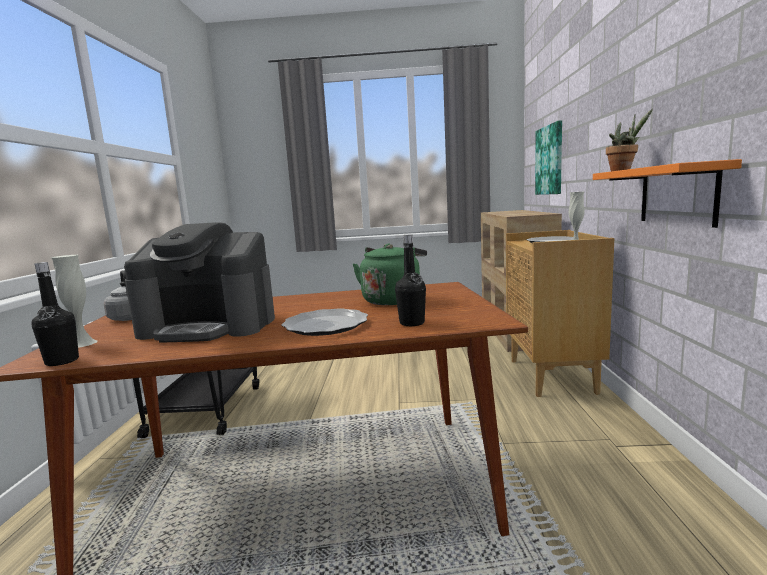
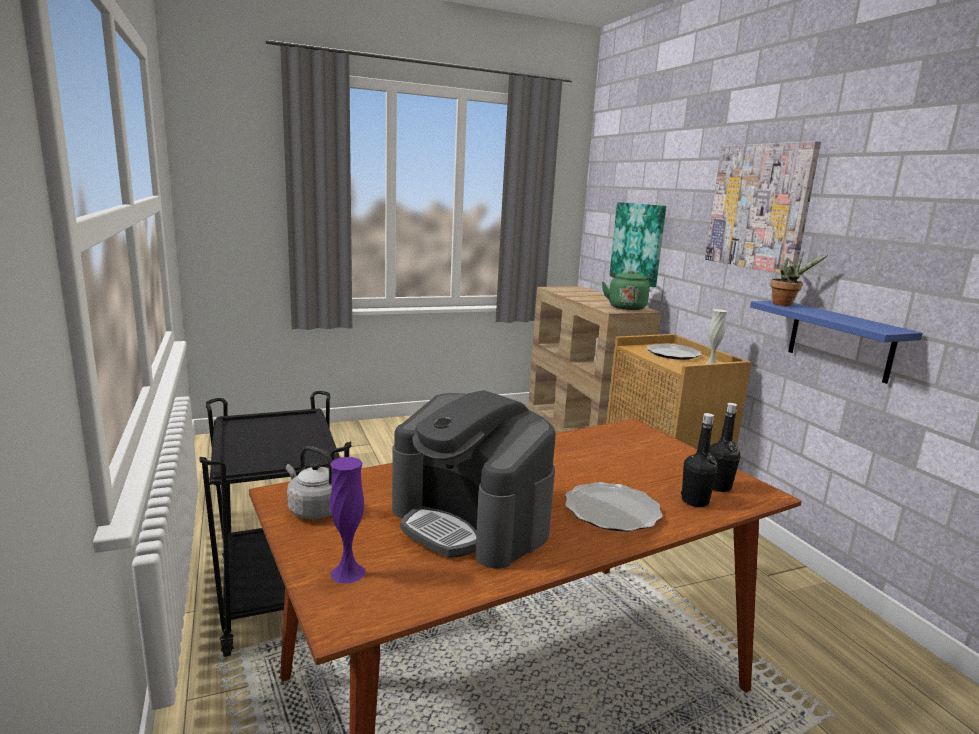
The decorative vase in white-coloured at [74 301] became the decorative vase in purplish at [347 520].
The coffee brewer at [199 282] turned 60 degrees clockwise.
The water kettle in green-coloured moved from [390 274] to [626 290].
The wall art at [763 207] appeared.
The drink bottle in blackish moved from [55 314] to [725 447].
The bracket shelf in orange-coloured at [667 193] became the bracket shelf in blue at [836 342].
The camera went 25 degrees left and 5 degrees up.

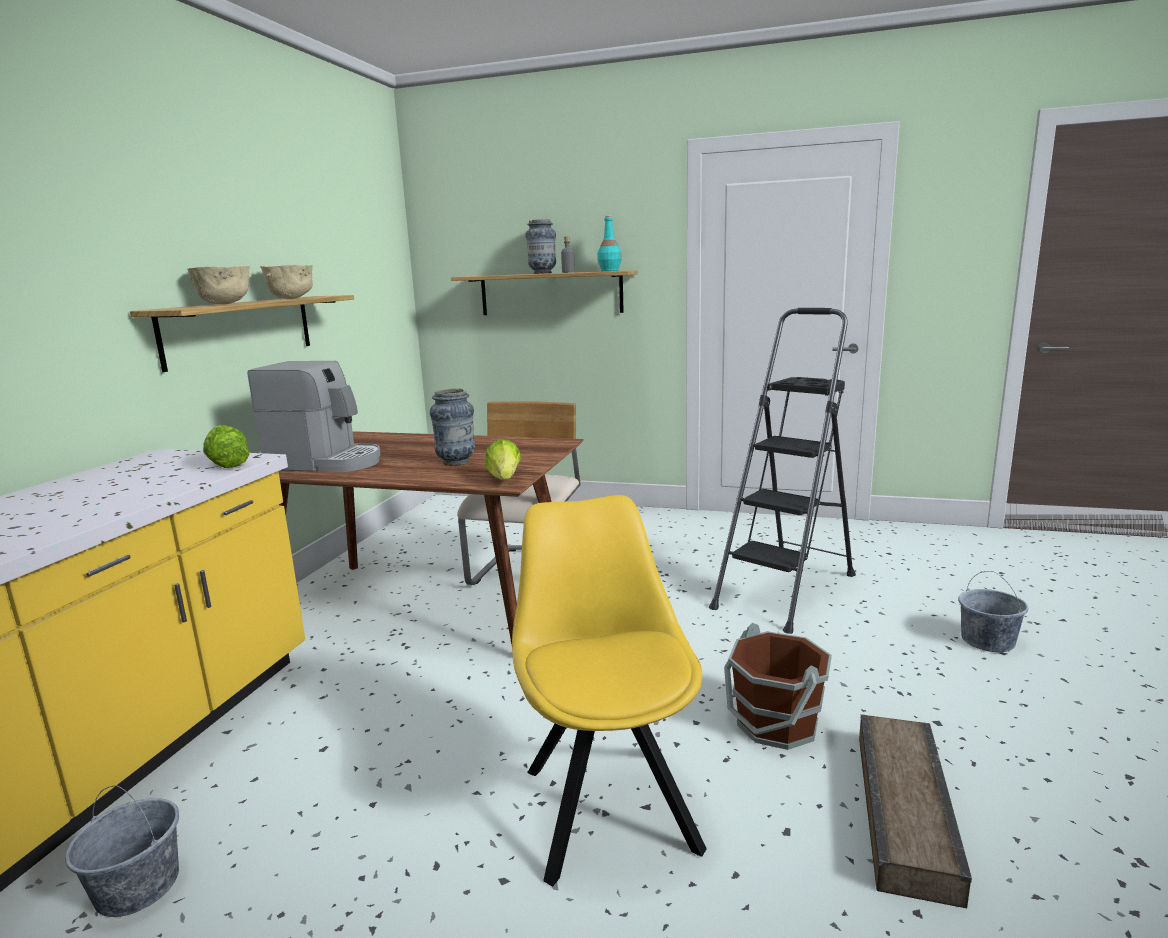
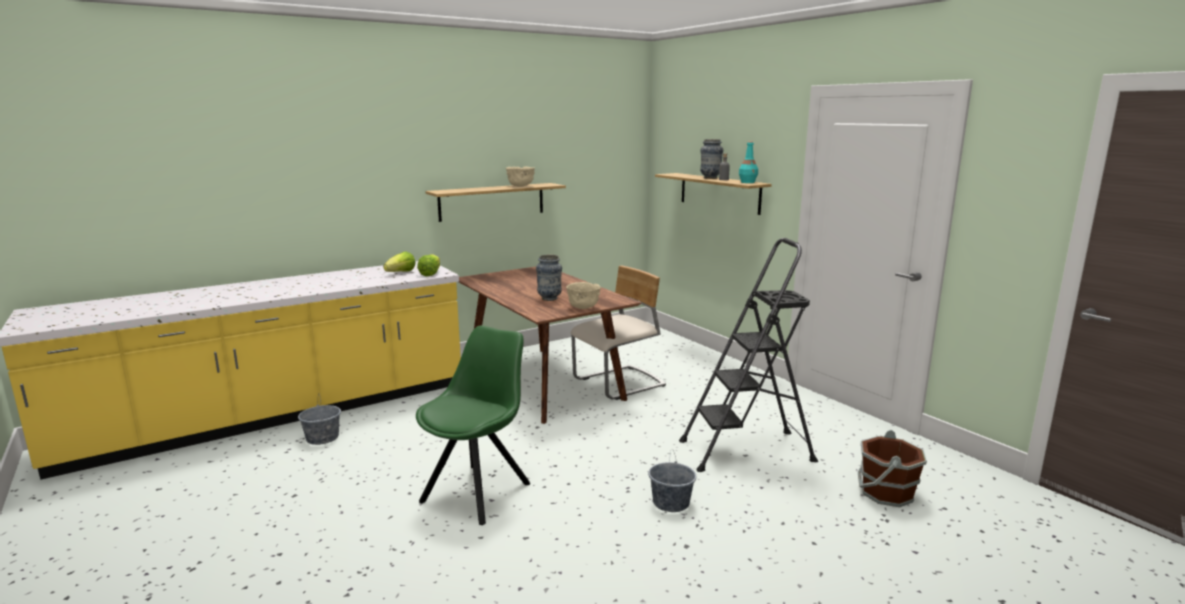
The lettuce moved from [503 459] to [399 261].
The plain chair in yellow-coloured at [609 690] became the plain chair in green-coloured at [473 425].
The serving bowl in beige-coloured moved from [219 285] to [583 295].
The water bucket in greyish moved from [993 611] to [672 480].
The water bucket in brown-coloured moved from [778 686] to [892 468].
The coffee brewer at [314 416] disappeared.
The packing crate at [915 811] disappeared.
The camera went 40 degrees right and 0 degrees up.

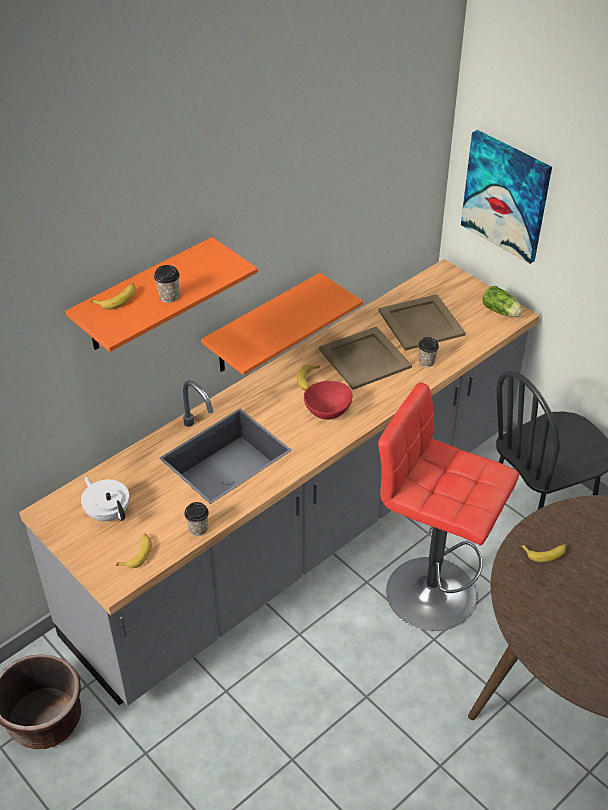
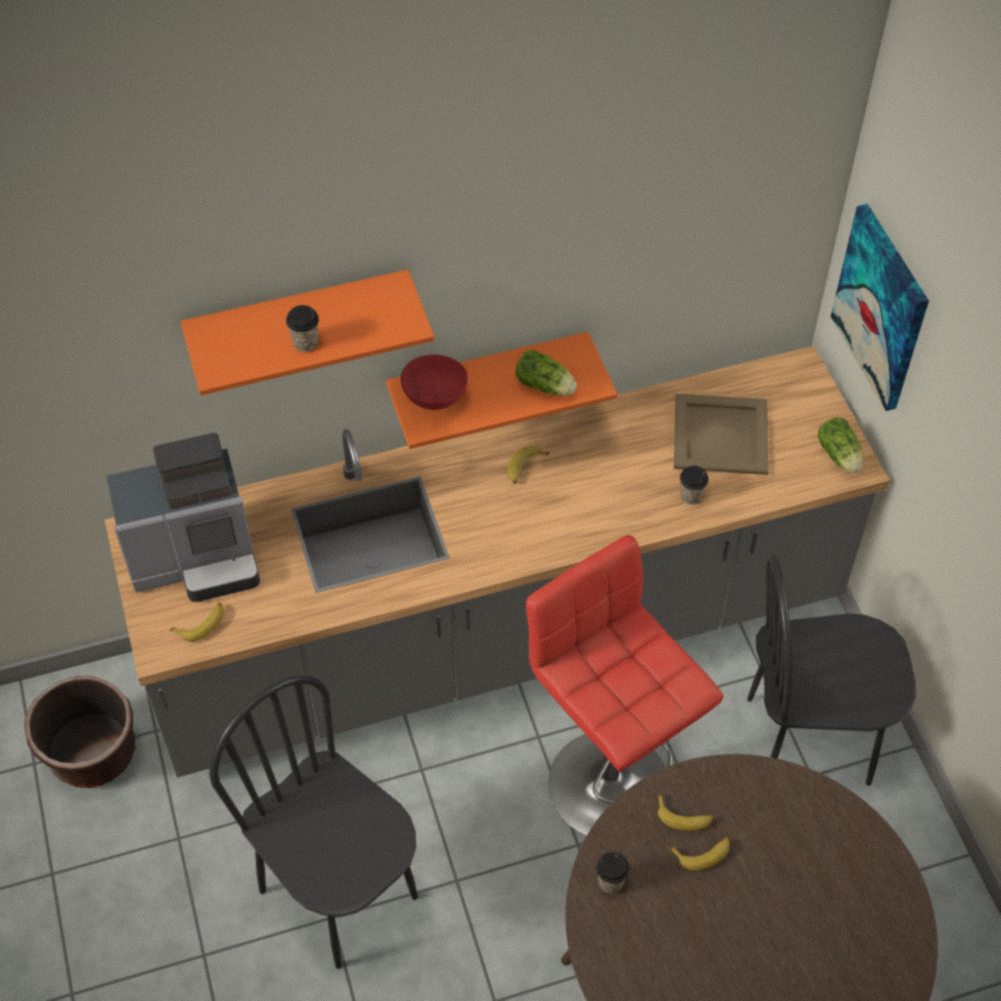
The teapot in white-coloured at [105 498] was replaced by the coffee brewer at [183 517].
The plain chair in blackish at [313 822] appeared.
The serving bowl in reddish moved from [328 400] to [434 382].
The lettuce at [546 373] appeared.
The drinking cup moved from [196 519] to [612 873].
The banana moved from [113 296] to [699 853].
The serving tray in beige-coloured at [365 358] disappeared.
The camera went 25 degrees right and 10 degrees up.

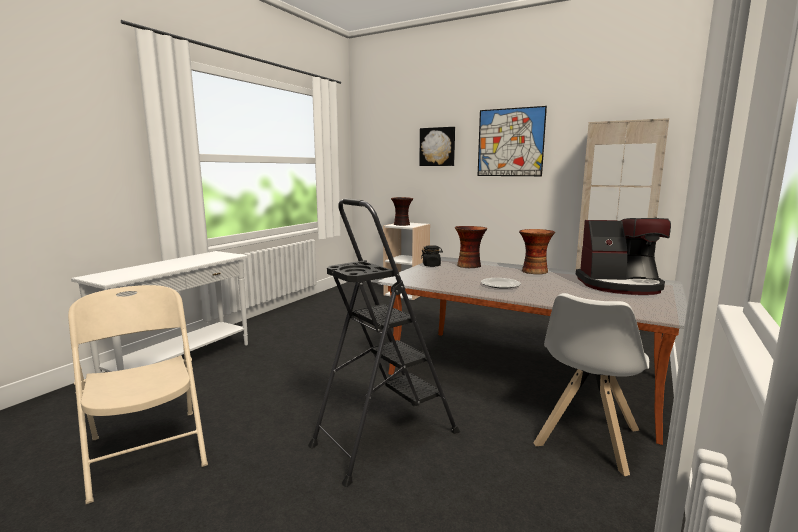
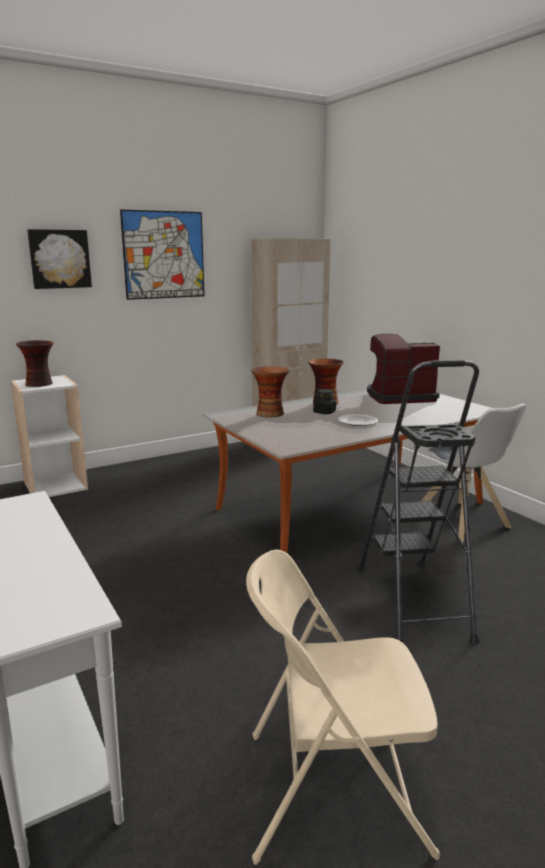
The storage jar in blackish moved from [432 256] to [324 401].
The coffee brewer at [623 256] turned 135 degrees counterclockwise.
The camera went 60 degrees left and 5 degrees up.

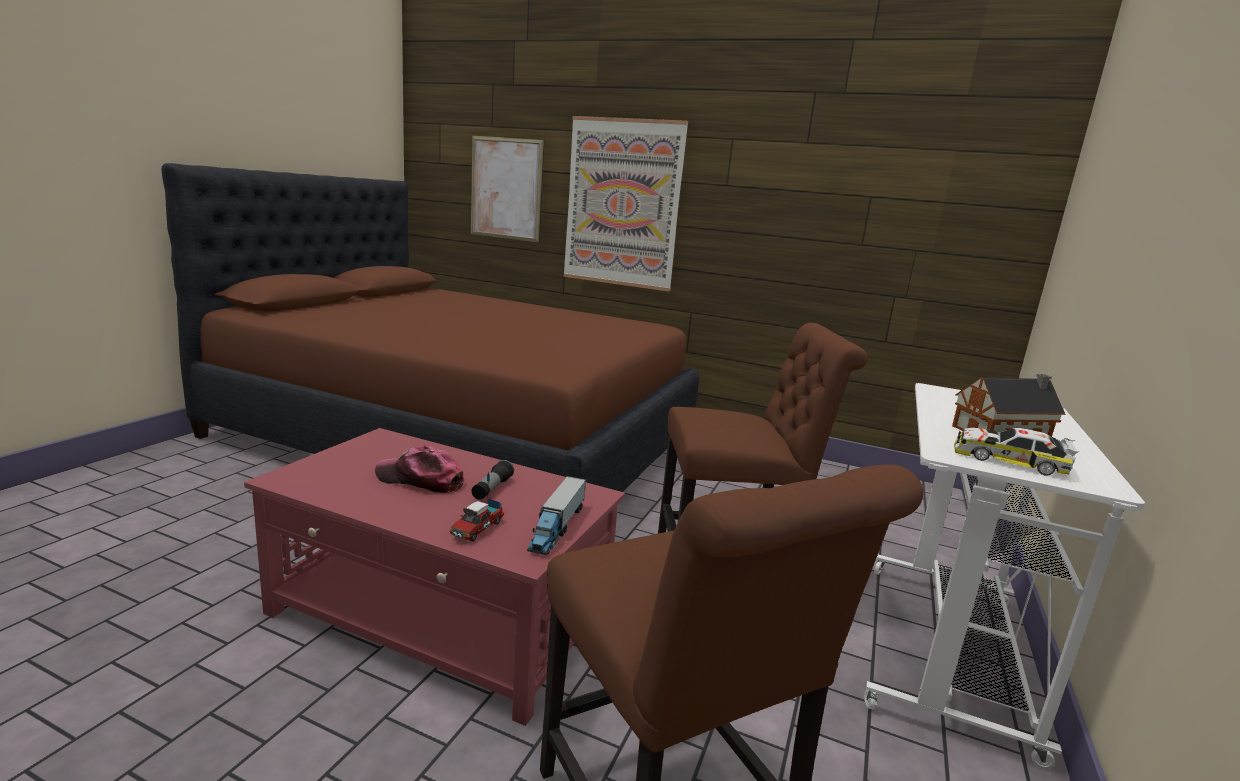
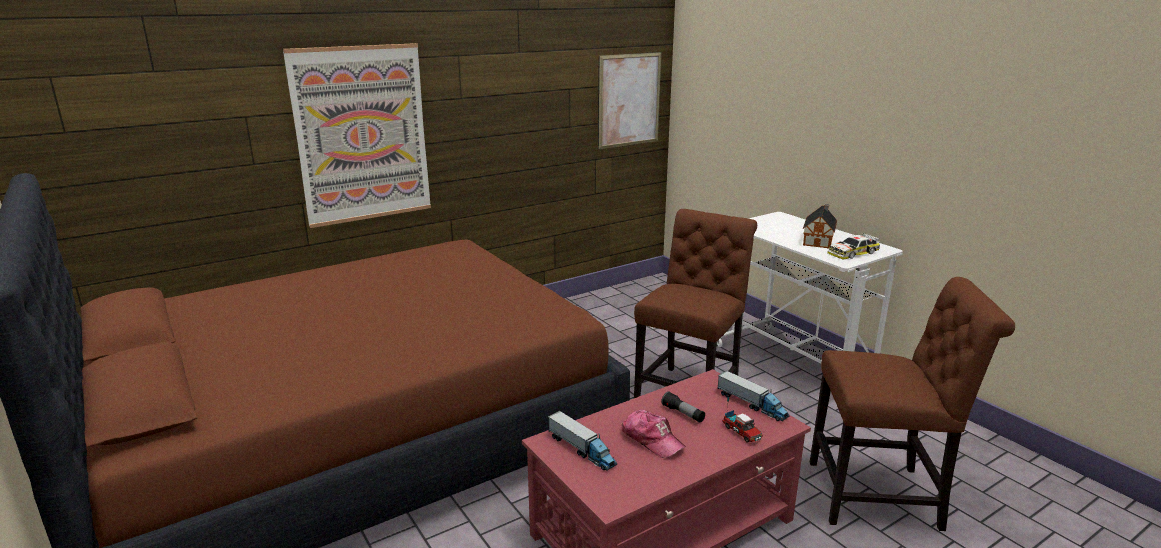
The model truck at [582 441] appeared.
The wall art moved from [507 189] to [629 100].
The cap at [419 469] turned 90 degrees counterclockwise.
The camera went 55 degrees left and 5 degrees up.

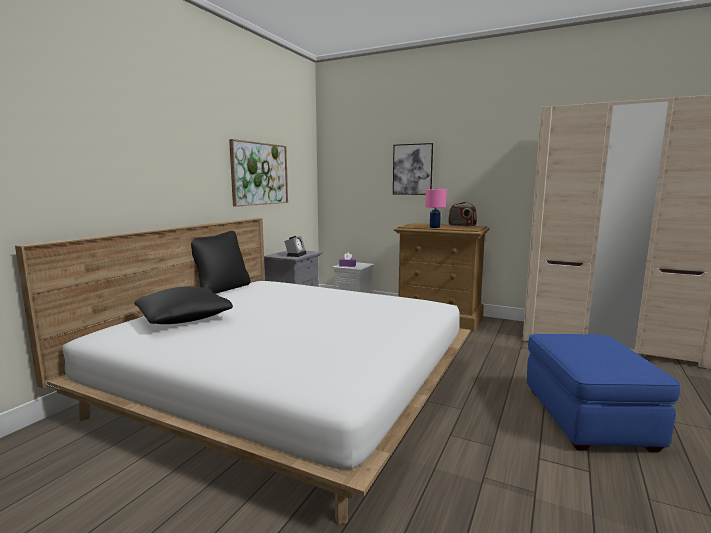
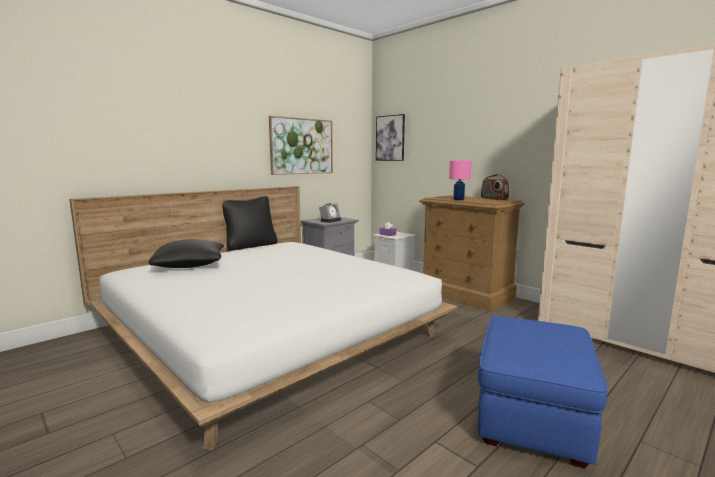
The wall art moved from [413 169] to [390 137].
The camera went 20 degrees right and 0 degrees up.

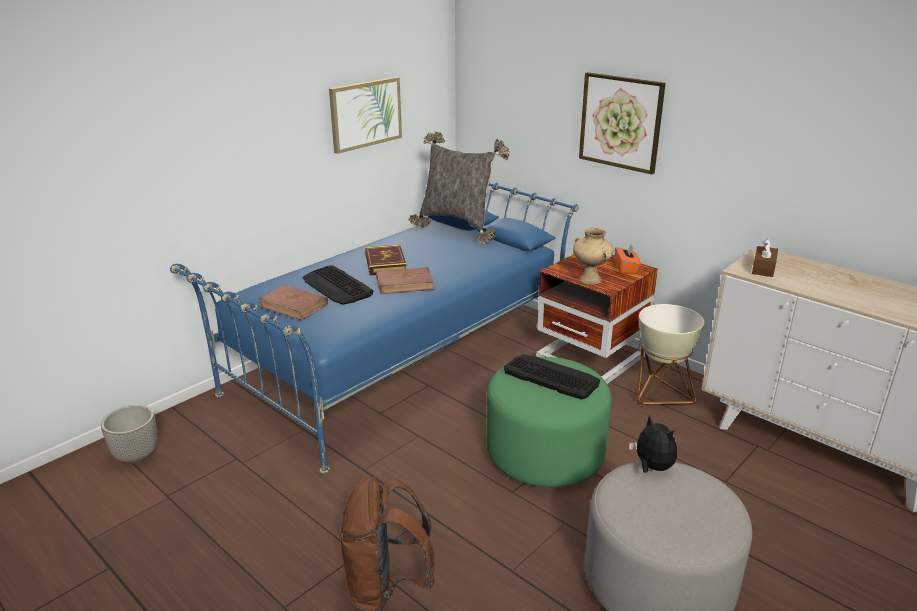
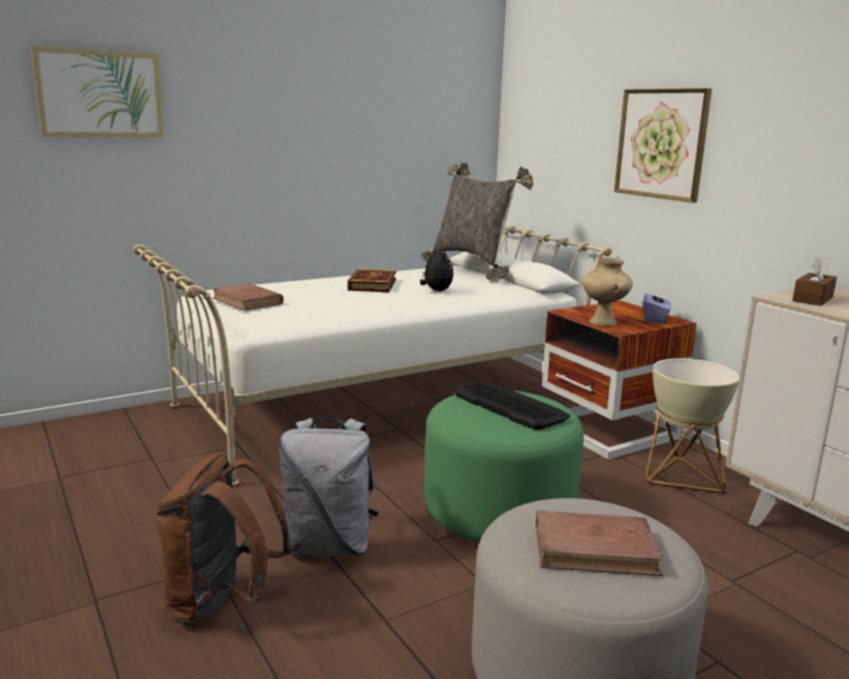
The wall art moved from [365 115] to [97 91].
The bedroom bed in blue at [374 328] became the bedroom bed in white-coloured at [372 356].
The knapsack in greyish at [328 487] appeared.
The cuddly toy moved from [653 444] to [436 269].
The book in brown-coloured moved from [405 280] to [599 543].
The tissue box in orange-coloured at [628 259] became the tissue box in purplish at [657 307].
The plant pot at [129 434] disappeared.
The PC keyboard at [338 285] disappeared.
The camera went 15 degrees right and 10 degrees down.

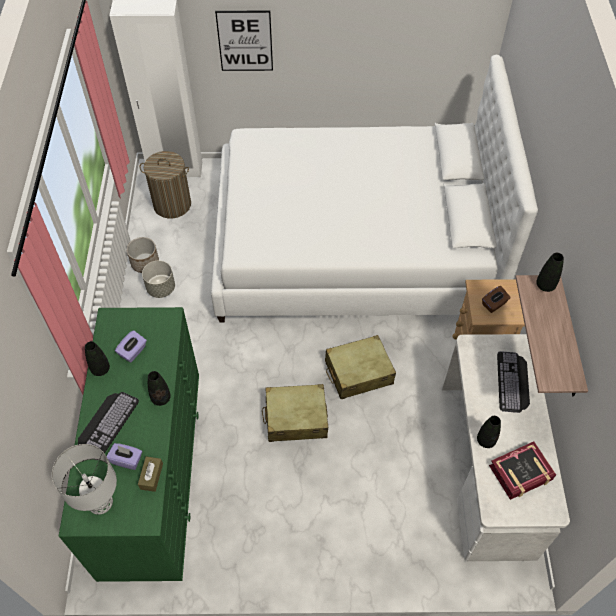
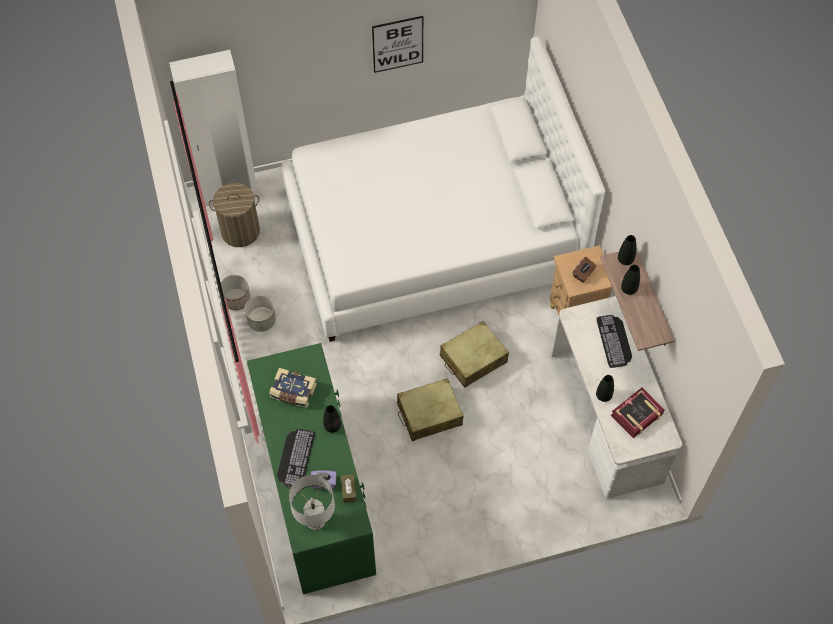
The tissue box in purplish at [131 346] was replaced by the book at [293 388].
The wall art moved from [244 41] to [397 44].
The decorative vase in blackish moved from [97 358] to [630 280].
The camera went 15 degrees left and 5 degrees up.

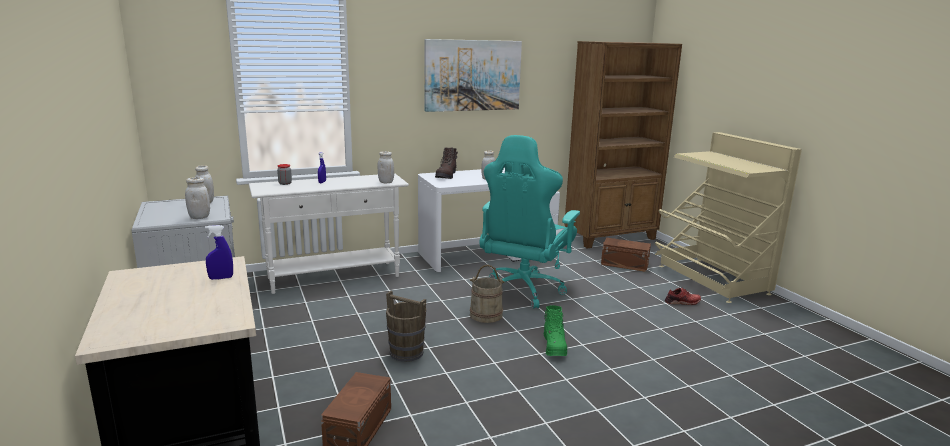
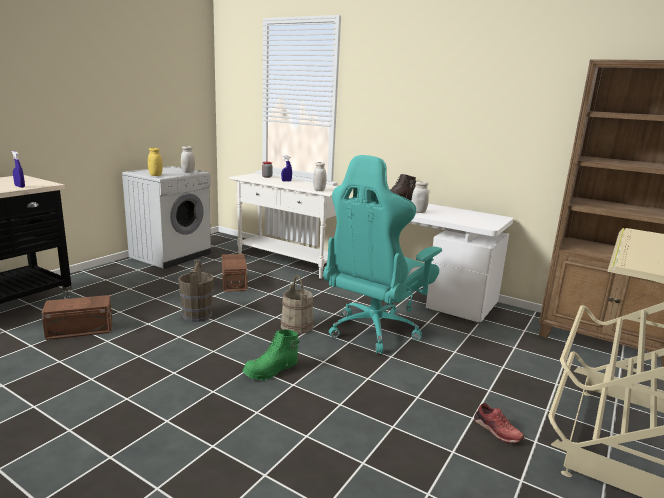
The storage jar in white-coloured at [197 198] became the storage jar in yellow-coloured at [155 162].
The storage box in brown-coloured moved from [626 255] to [234 273].
The computer chair in turquoise-coloured at [530 221] turned 45 degrees counterclockwise.
The wall art at [473 75] disappeared.
The camera went 55 degrees right and 0 degrees up.

